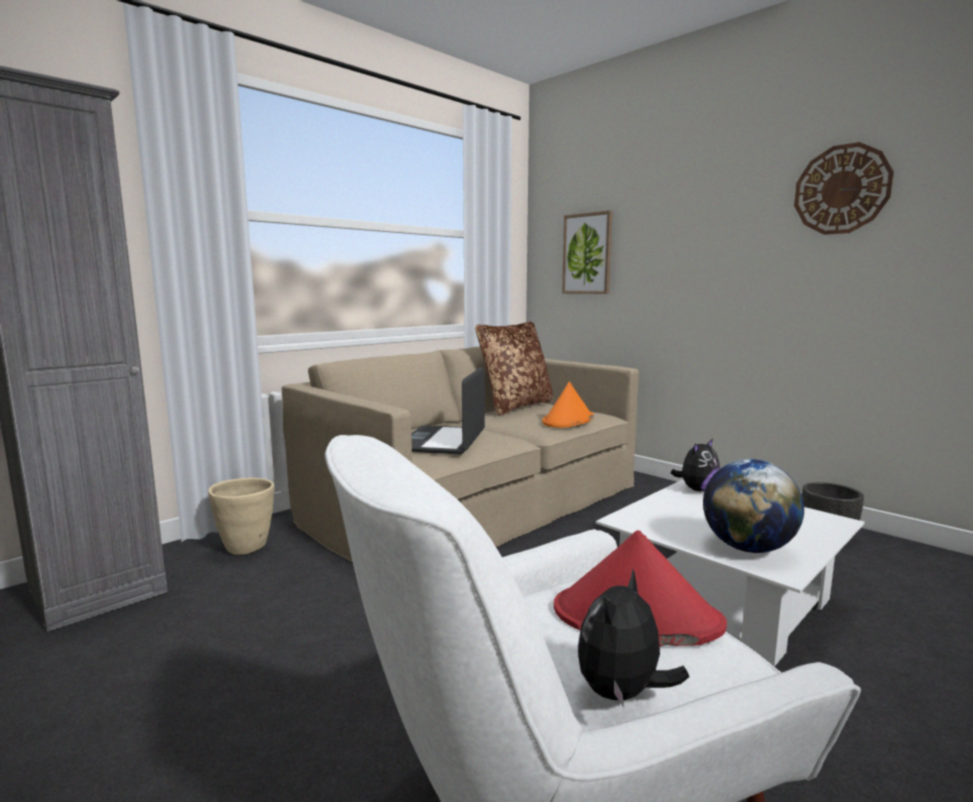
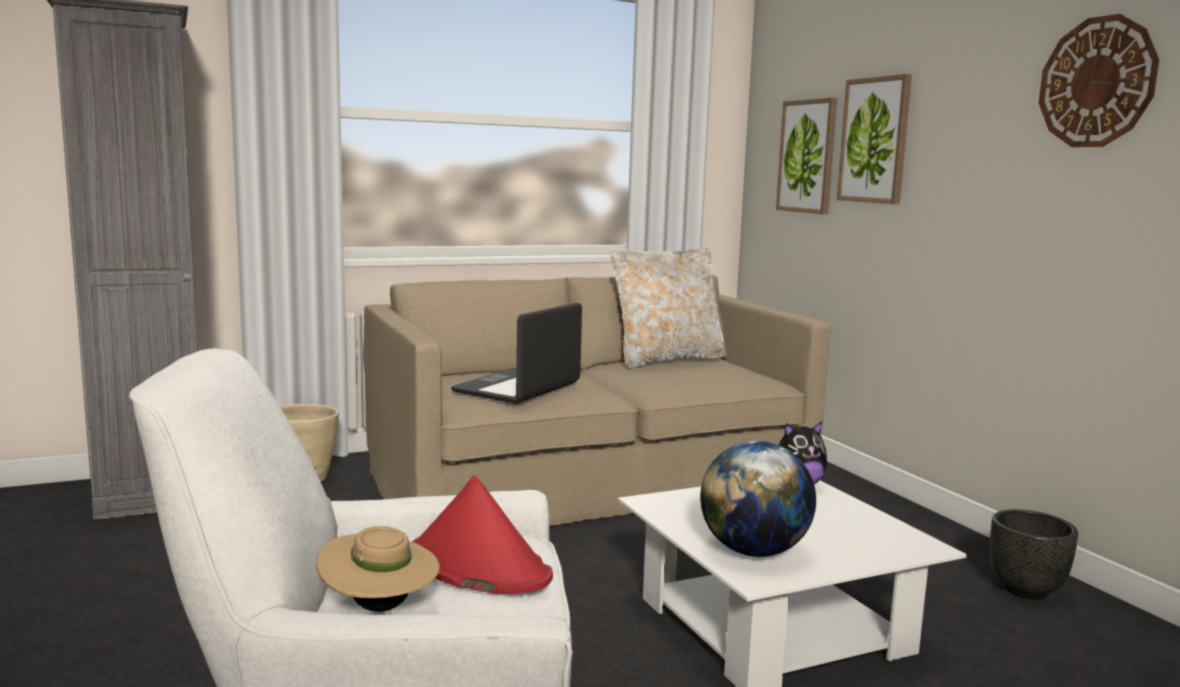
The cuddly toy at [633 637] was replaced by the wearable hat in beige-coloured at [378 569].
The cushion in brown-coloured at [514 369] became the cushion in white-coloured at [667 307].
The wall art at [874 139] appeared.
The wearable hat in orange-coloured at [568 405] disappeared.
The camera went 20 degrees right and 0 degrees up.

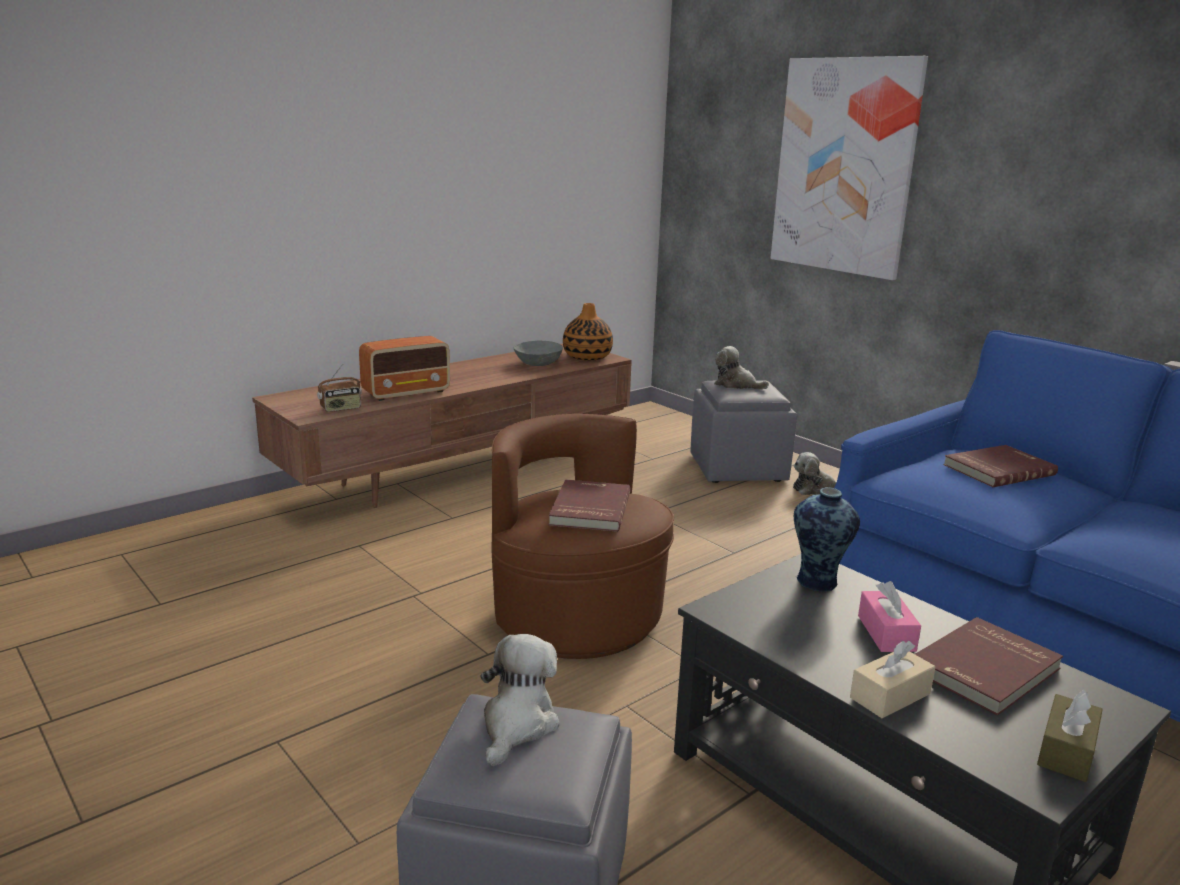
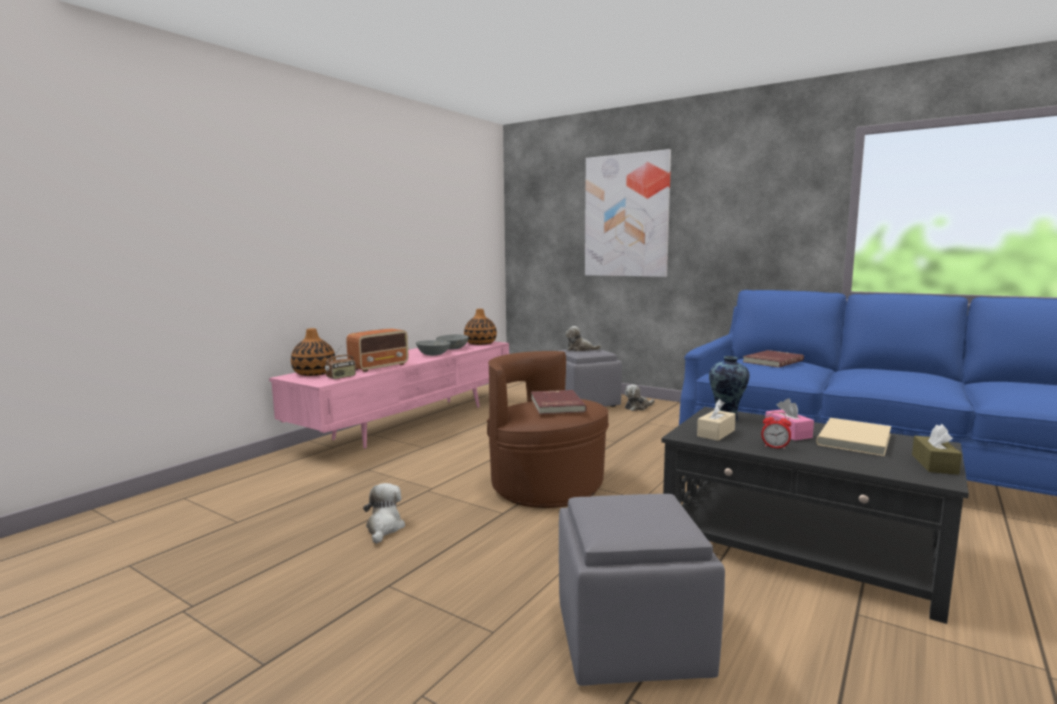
The media console in brown-coloured at [442 426] became the media console in pink at [389 395].
The decorative vase at [313 352] appeared.
The cuddly toy moved from [519 700] to [384 513].
The serving bowl in greyish at [433 348] appeared.
The tissue box in beige-coloured moved from [892 679] to [716 420].
The bedside clock at [776 431] appeared.
The book in reddish at [989 666] became the book in beige-coloured at [853 437].
The camera went 15 degrees left and 10 degrees down.

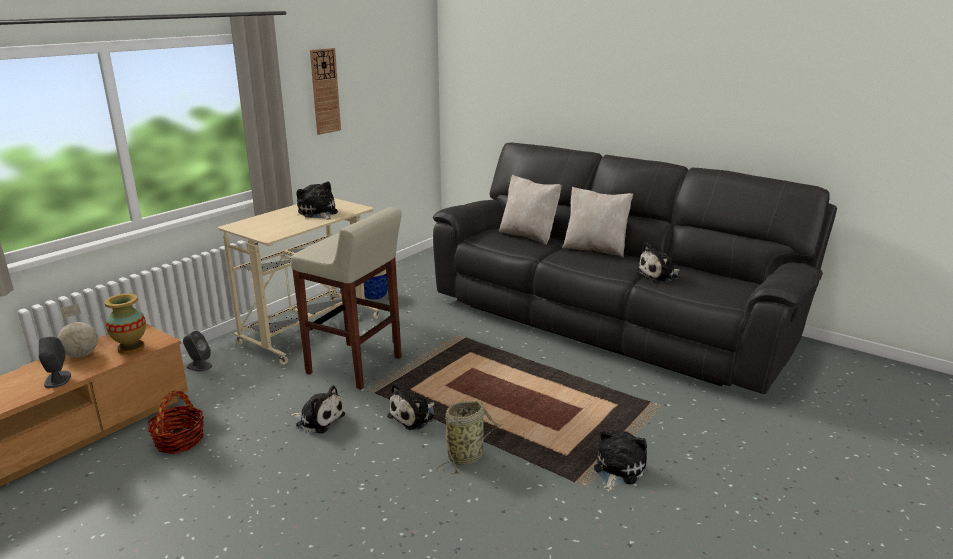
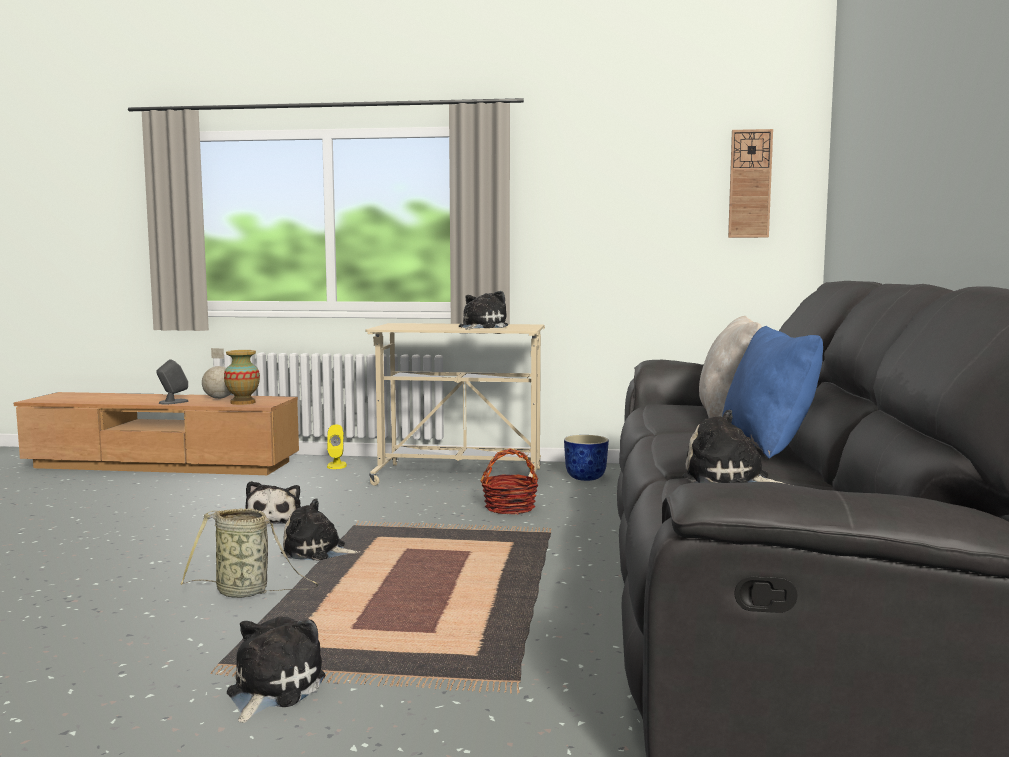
The cuddly toy at [620 461] turned 75 degrees counterclockwise.
The speaker in greyish at [197 351] became the speaker in yellow-coloured at [337 446].
The basket moved from [176 422] to [509 481].
The cushion in beige-coloured at [597 222] became the cushion in blue at [772 392].
The clock on the wall moved from [325 91] to [750 183].
The stool seat in beige-coloured at [346 298] disappeared.
The camera went 60 degrees right and 15 degrees down.

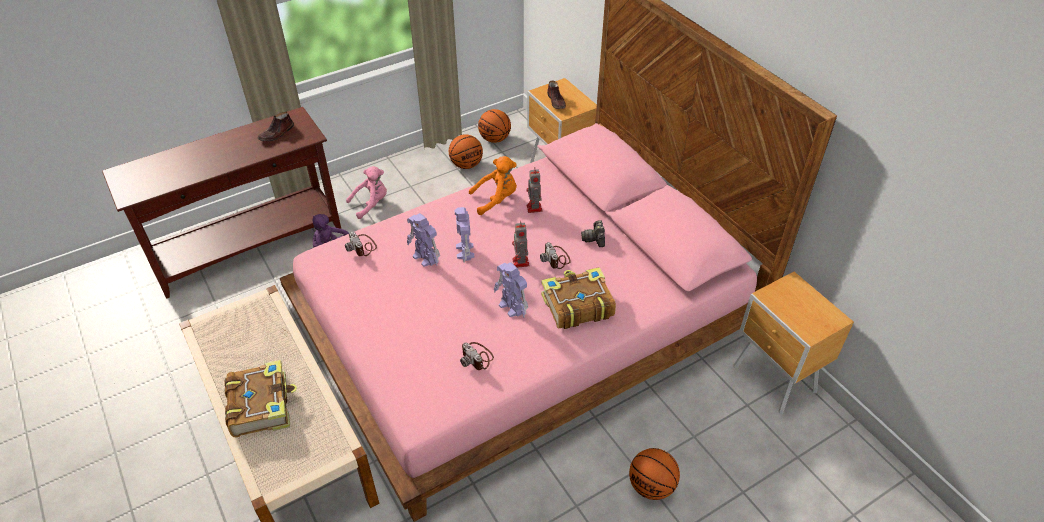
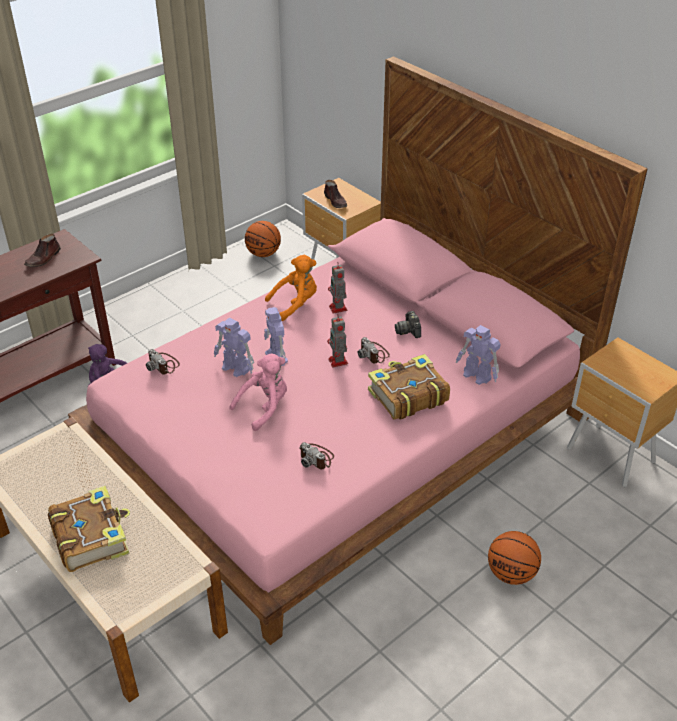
The cuddly toy in pink moved from [366 192] to [258 392].
The model robot moved from [511 290] to [478 355].
The ball for basketball at [466 151] disappeared.
The camera went 10 degrees left and 5 degrees down.

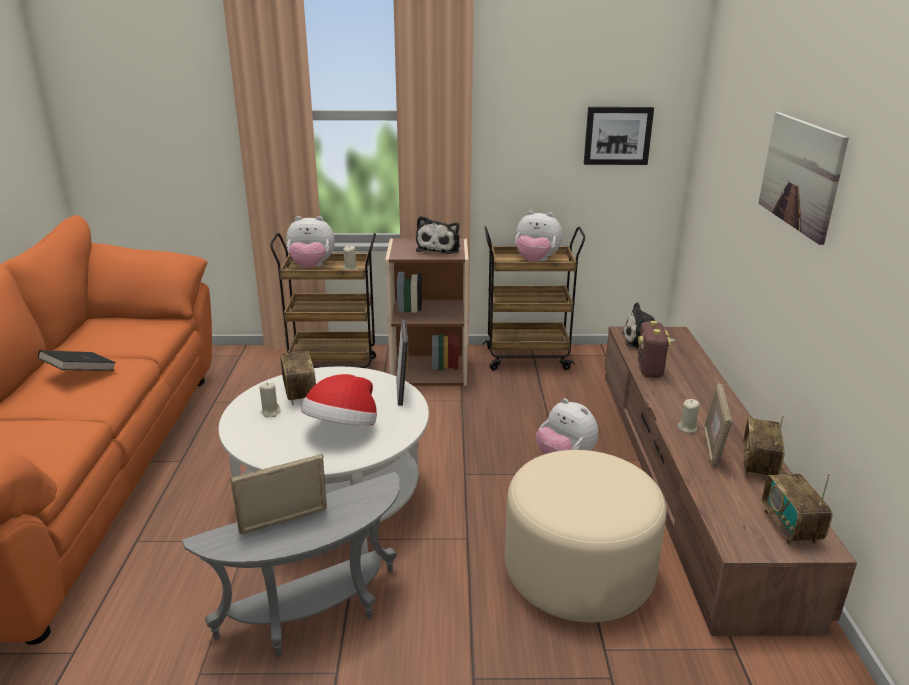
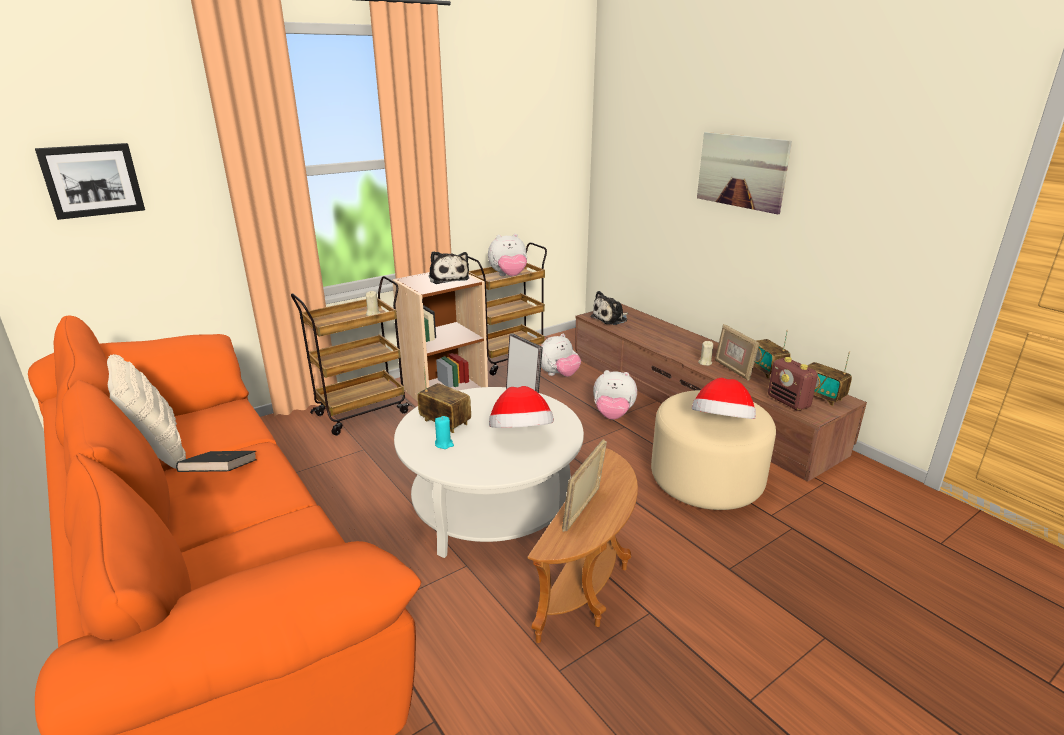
The wall art moved from [619 136] to [90 181].
The cushion in beige-coloured at [146 411] appeared.
The candle in beige-coloured at [270 399] became the candle in turquoise-coloured at [444 432].
The accent table in greyish at [291 564] became the accent table in brown-coloured at [582 545].
The cuddly toy moved from [310 242] to [561 355].
The wearable hat at [724 398] appeared.
The radio receiver moved from [654 349] to [793 384].
The camera went 35 degrees left and 0 degrees up.

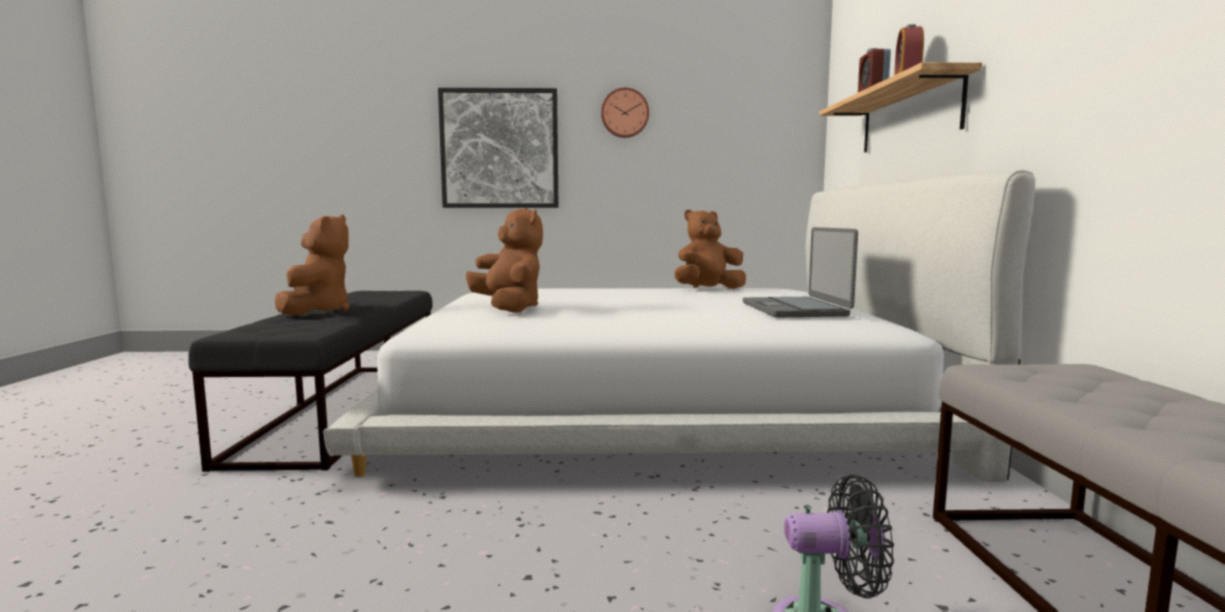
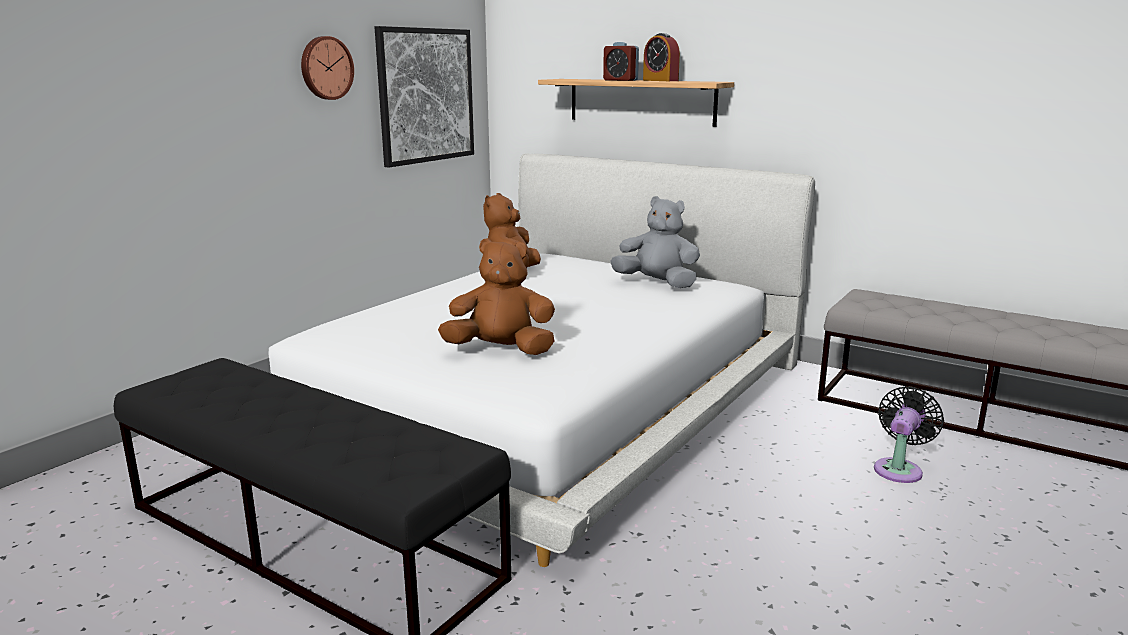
The wall art moved from [498 148] to [424 97].
The notebook computer at [800 272] was replaced by the cuddly toy in greyish at [655 242].
The cuddly toy in brown-coloured at [312 264] disappeared.
The camera went 55 degrees left and 10 degrees up.

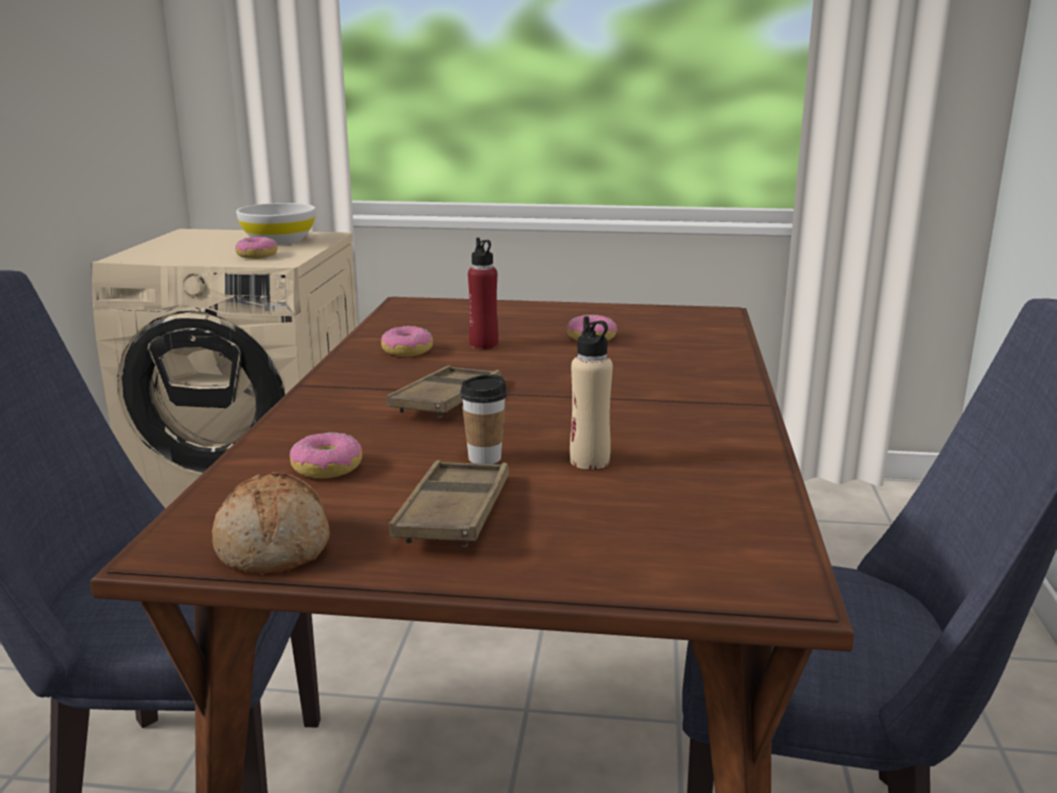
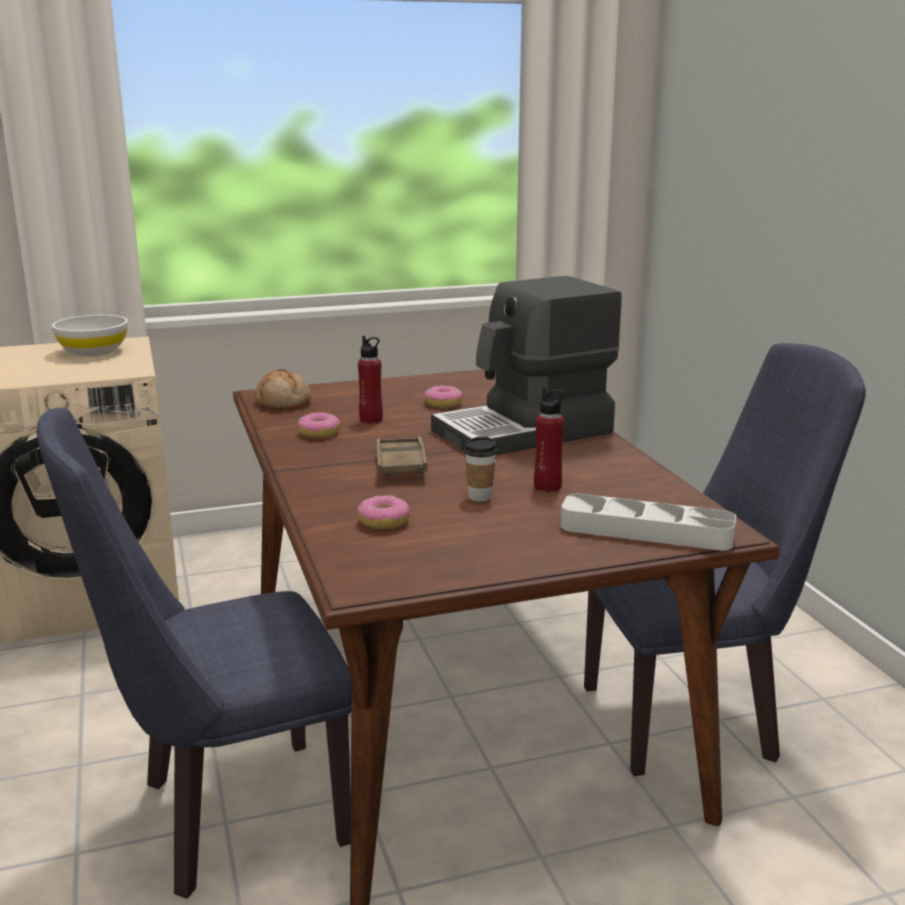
The bread moved from [271 523] to [283 389].
The coffee brewer at [526 365] appeared.
The drink bottle in beige-coloured at [591 393] became the drink bottle in reddish at [549 440].
The serving tray in greyish at [648 522] appeared.
The donut at [256 248] disappeared.
The serving tray in brown-coloured at [449 503] disappeared.
The camera went 25 degrees left and 0 degrees up.

